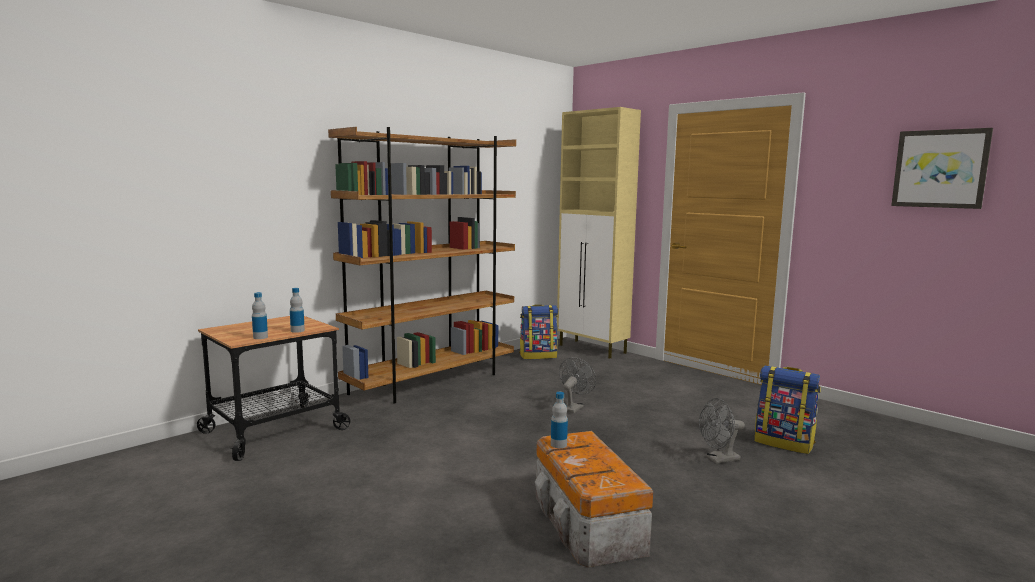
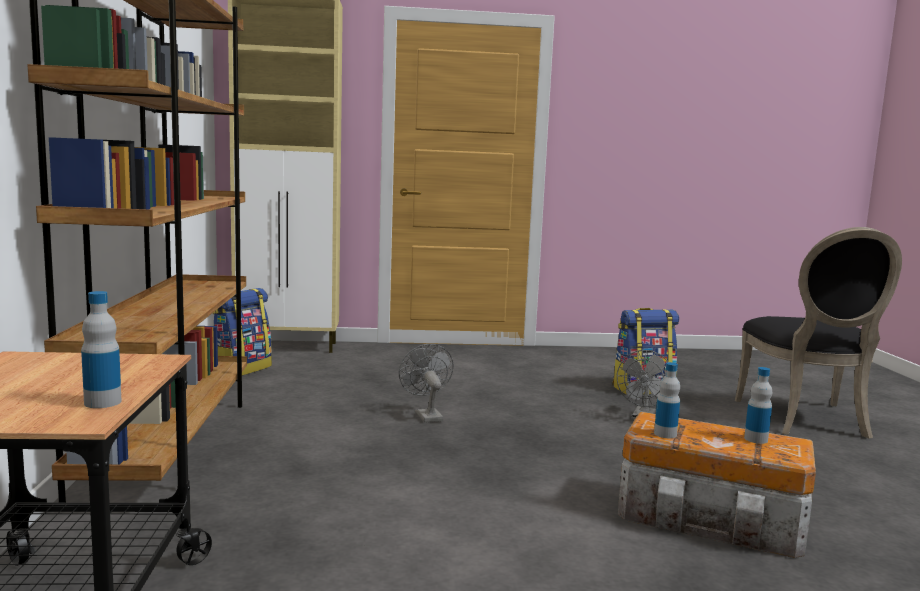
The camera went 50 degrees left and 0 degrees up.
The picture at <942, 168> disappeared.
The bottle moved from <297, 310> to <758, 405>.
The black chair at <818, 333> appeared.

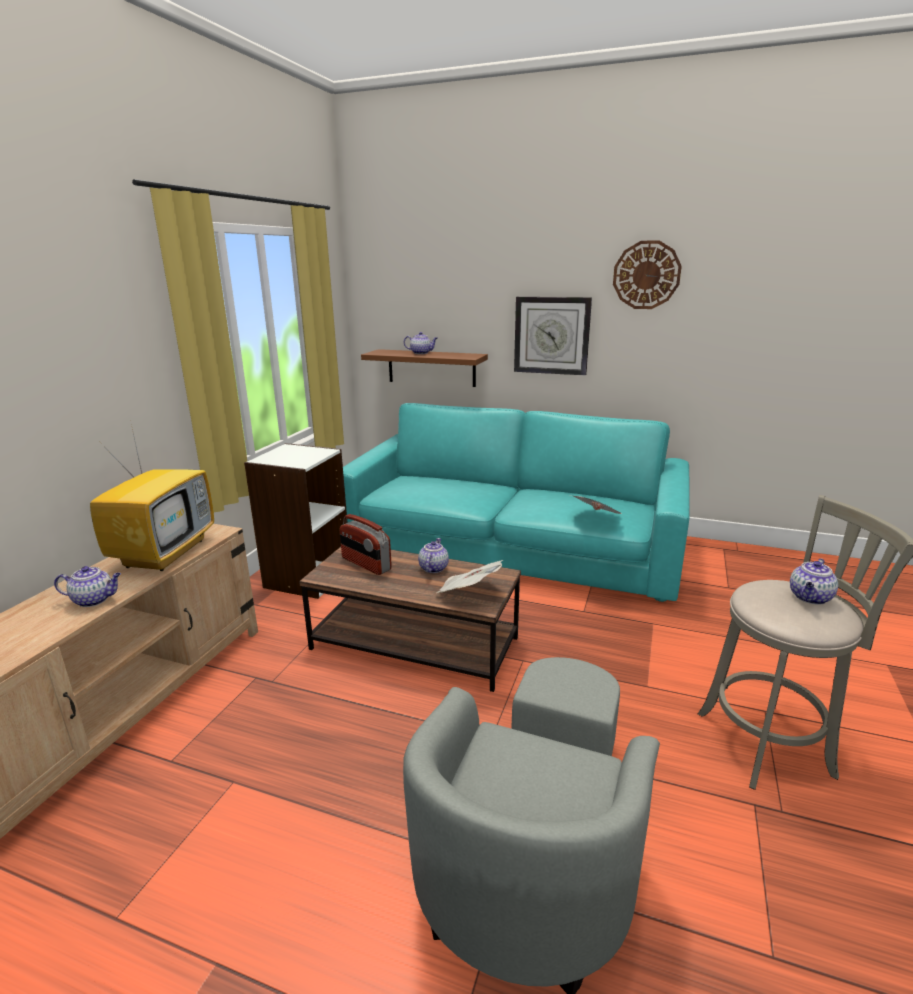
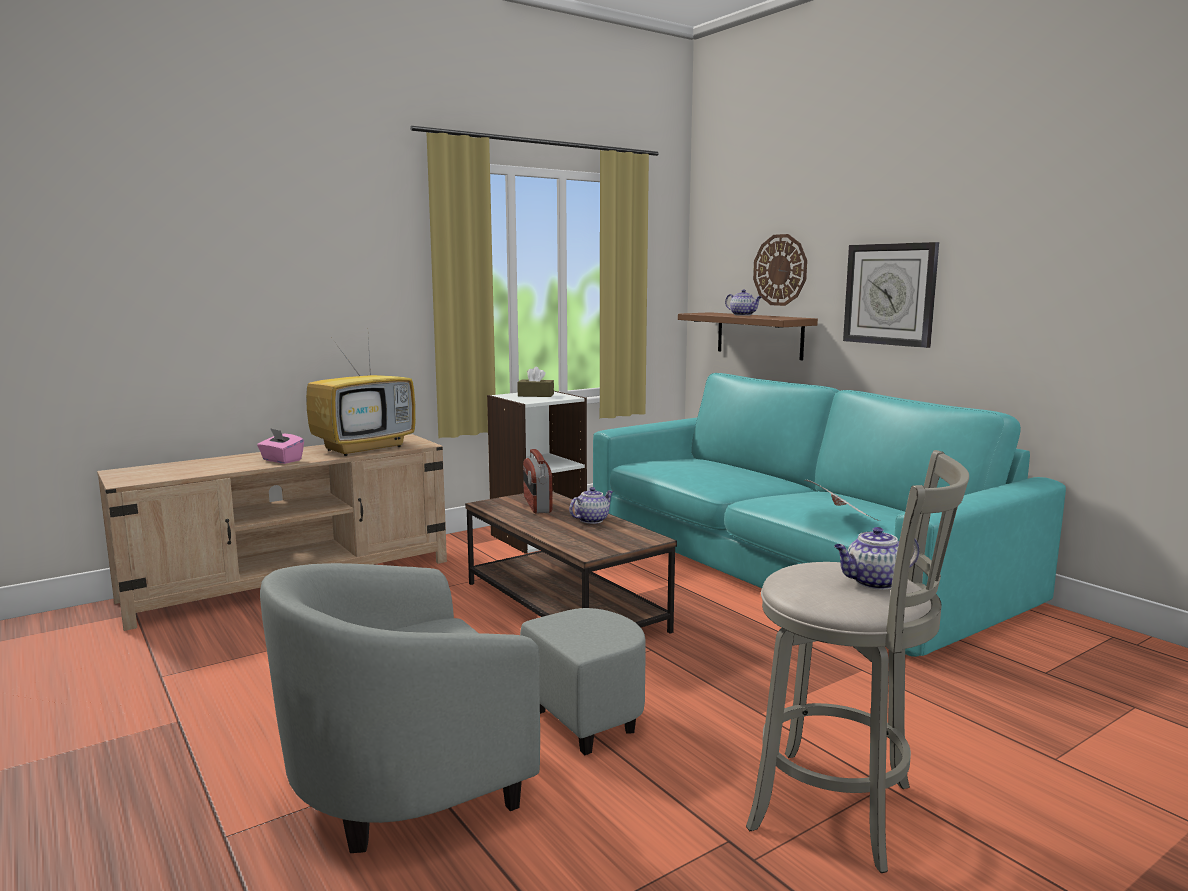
The camera went 35 degrees right and 10 degrees down.
The wall clock moved from <647, 274> to <780, 270>.
The newspaper at <469, 576> disappeared.
The teapot at <87, 586> was replaced by the pink tissue box at <280, 446>.
The brown tissue box at <535, 382> appeared.

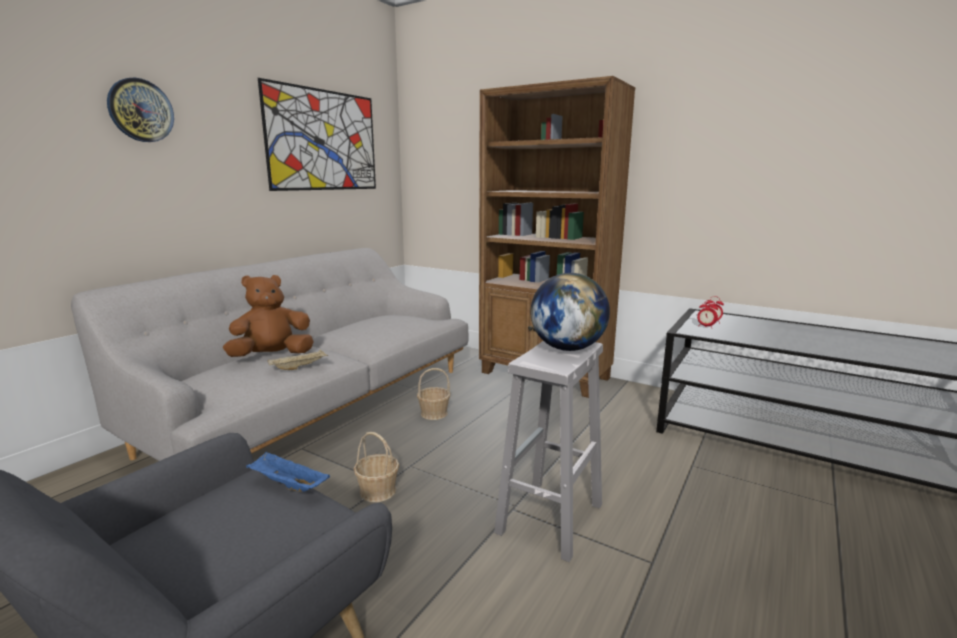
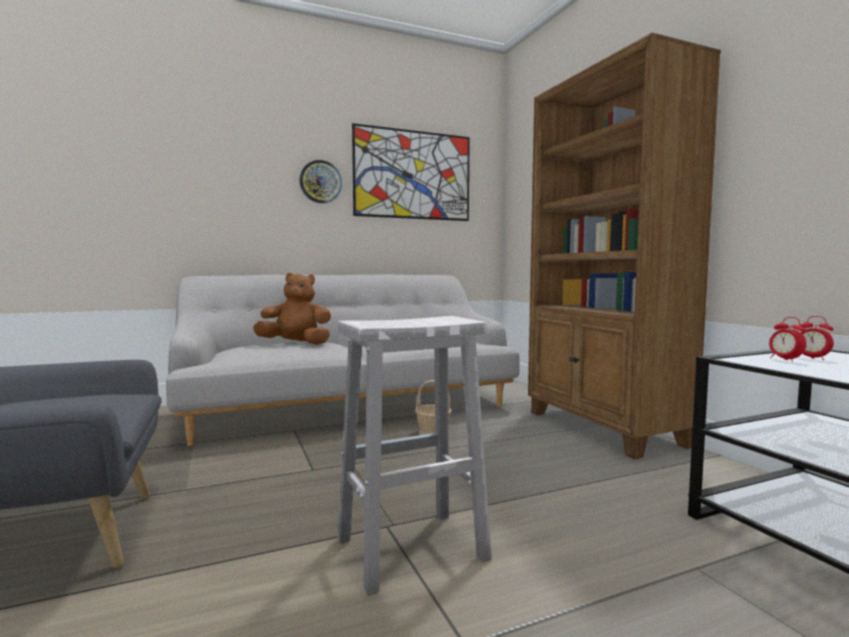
The camera went 35 degrees right and 10 degrees down.
The wall clock moved from <140, 110> to <320, 181>.
The globe at <570, 312> disappeared.
The beige tray at <297, 359> disappeared.
The basket at <376, 467> disappeared.
The blue tray at <288, 472> disappeared.

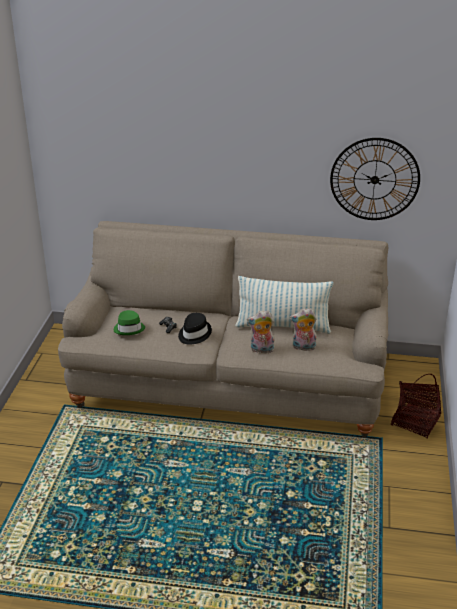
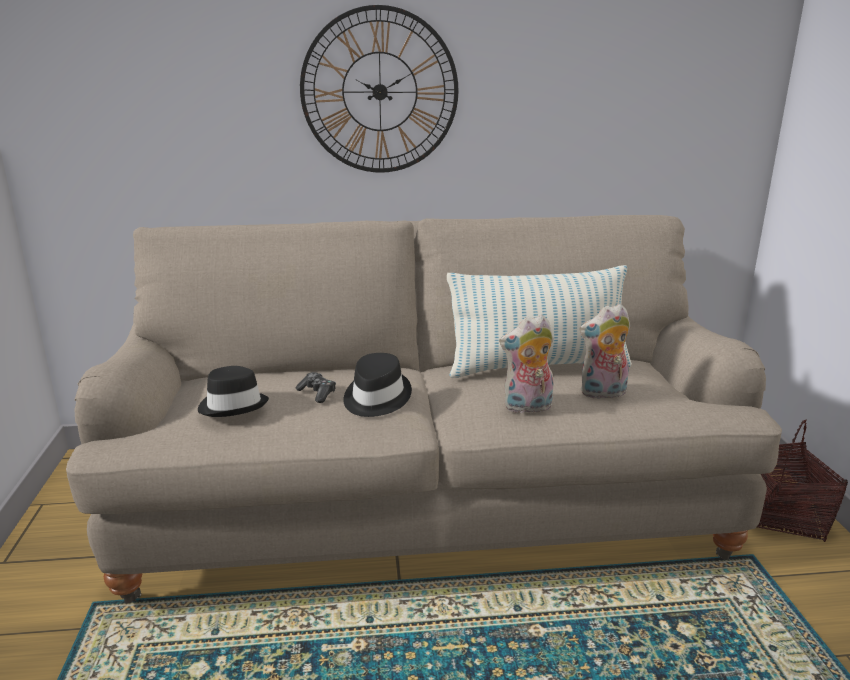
The camera went 15 degrees left and 10 degrees down.
The wall clock moved from <375, 179> to <379, 89>.
The green hat at <129, 322> became the black hat at <233, 391>.

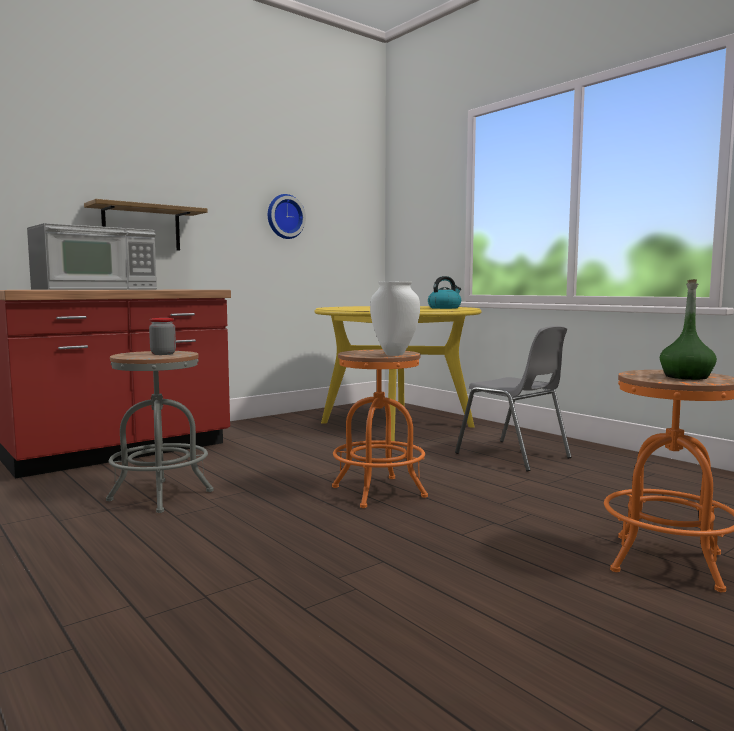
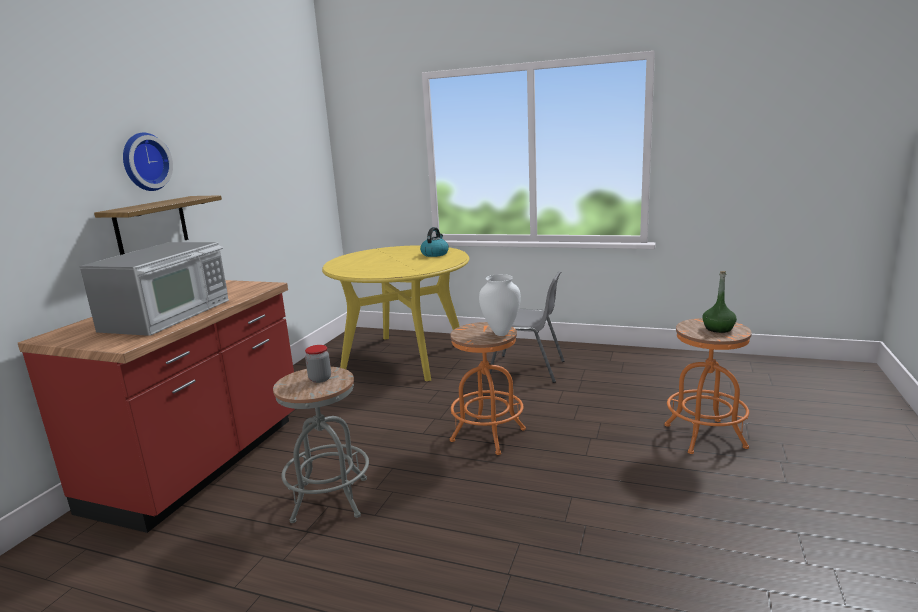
The camera went 30 degrees left and 10 degrees up.
The wall clock moved from <287, 216> to <148, 162>.

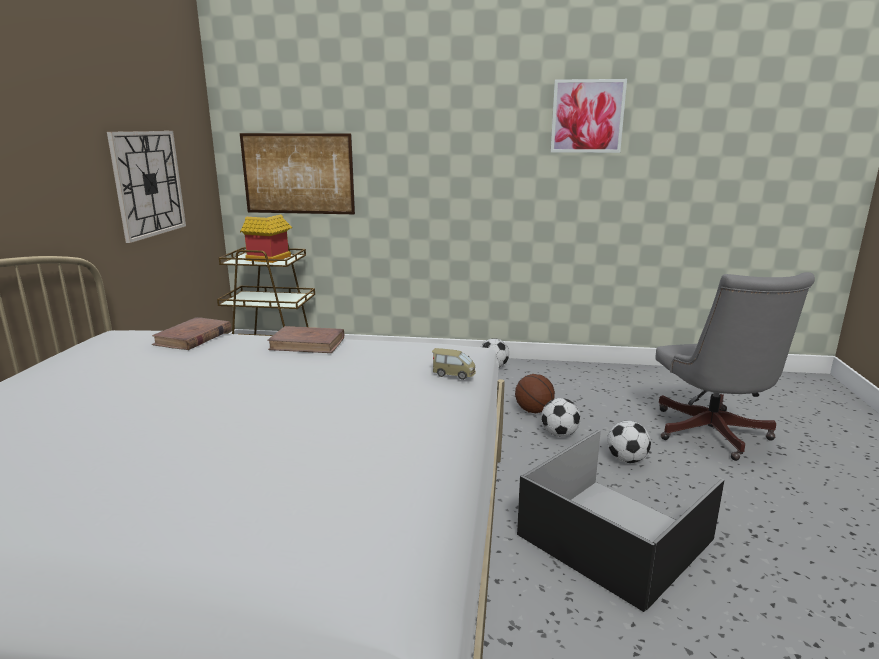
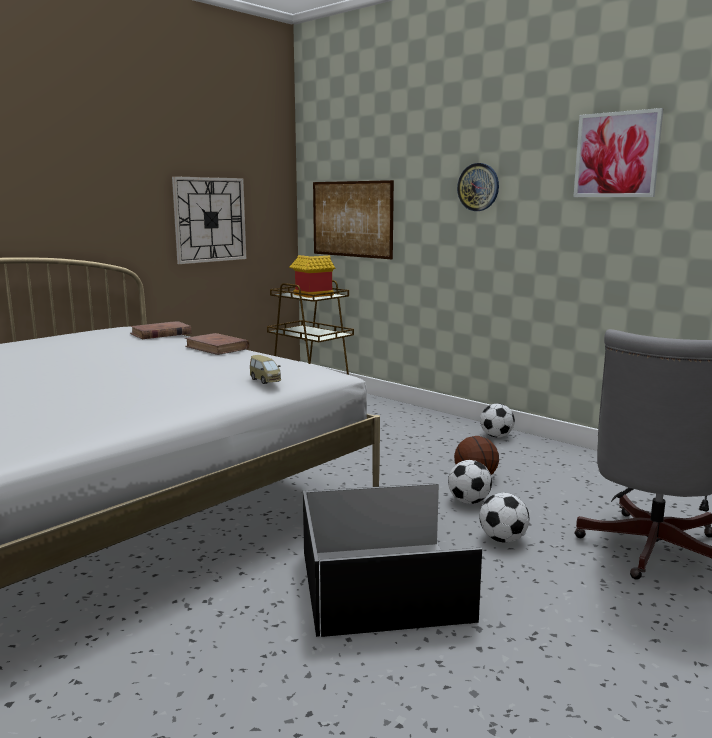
The camera went 35 degrees right and 5 degrees down.
The wall clock at <478, 187> appeared.

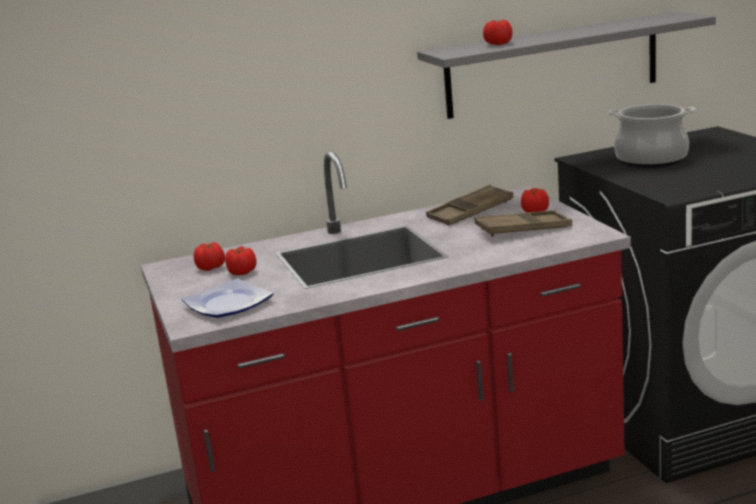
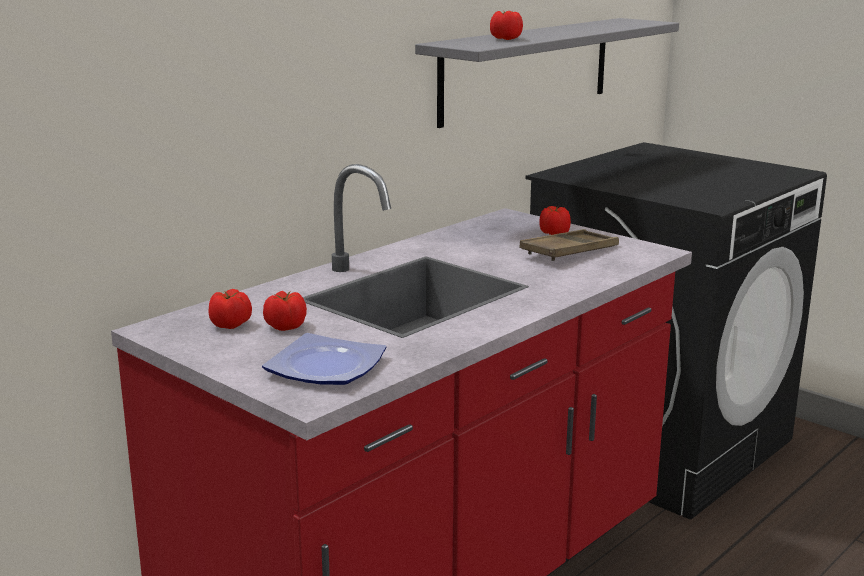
The camera went 30 degrees left and 0 degrees up.
The cooking pot at <652, 136> disappeared.
The brown tray at <469, 205> disappeared.

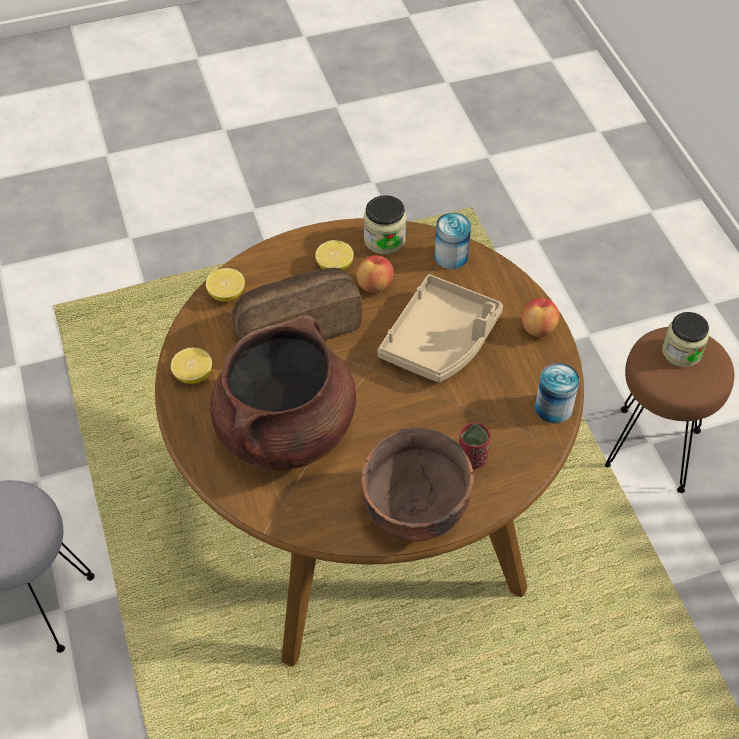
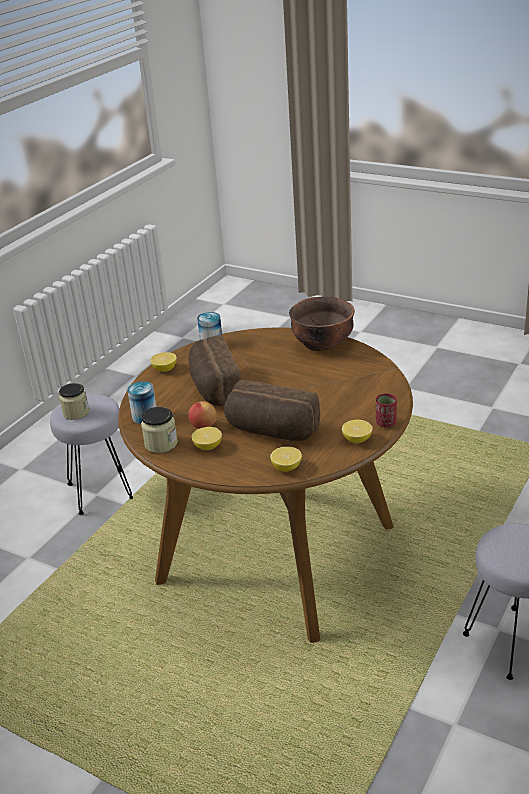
The camera went 130 degrees left and 20 degrees down.
The beige tray at <440, 328> was replaced by the bread at <215, 370>.
The apple at <541, 317> was replaced by the lemon at <163, 362>.
The brown cooking pot at <283, 393> disappeared.
The brown stool at <669, 410> became the grey stool at <91, 454>.
The red cup moved from <474, 445> to <386, 410>.

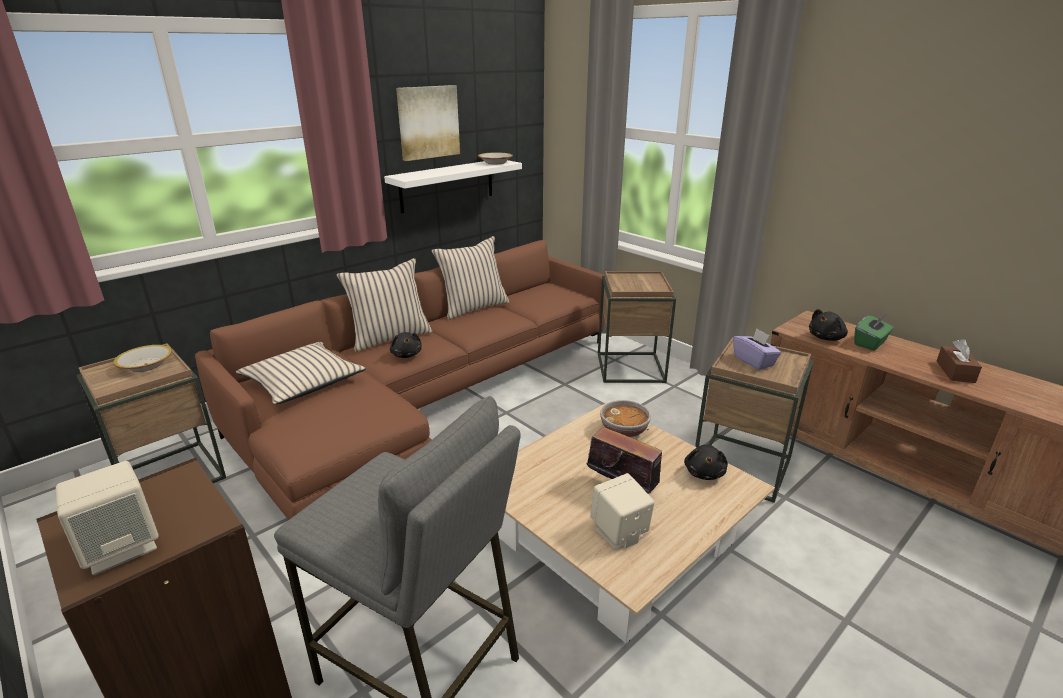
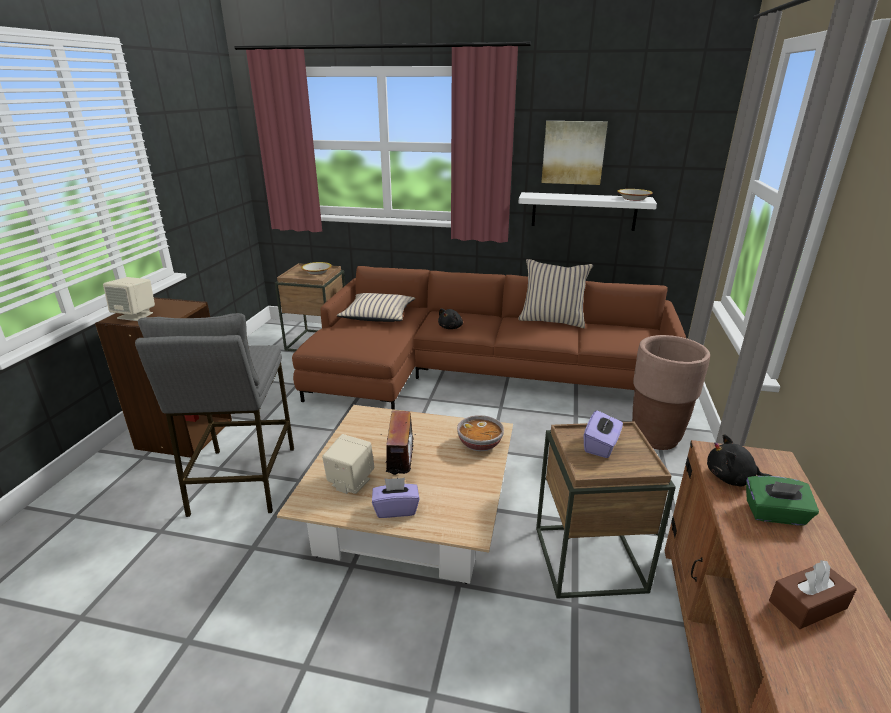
The camera went 55 degrees right and 0 degrees up.
The beige pillow at <384, 305> disappeared.
The brown side table at <637, 327> was replaced by the brown planter at <671, 392>.
The black plush toy at <706, 462> disappeared.
The purple tissue box at <395, 498> appeared.

